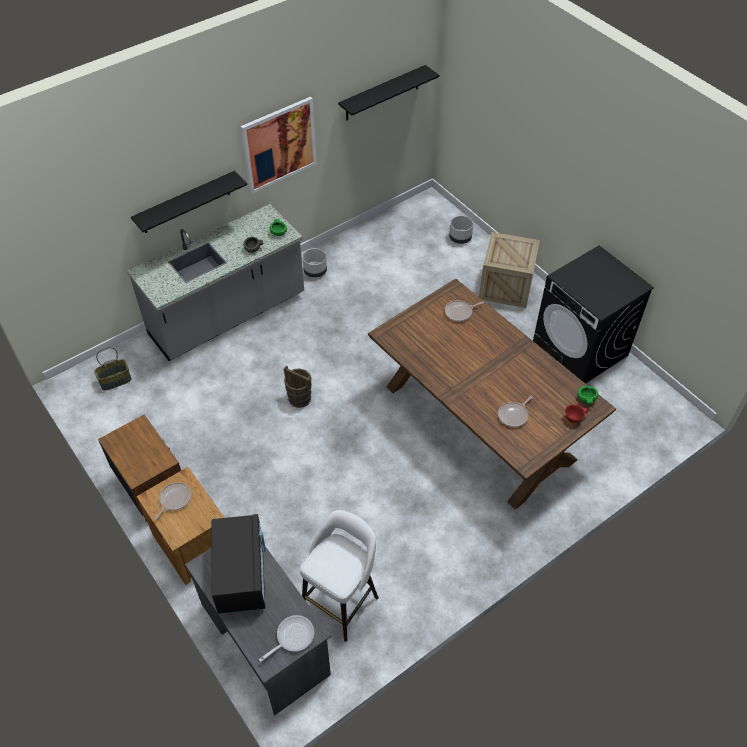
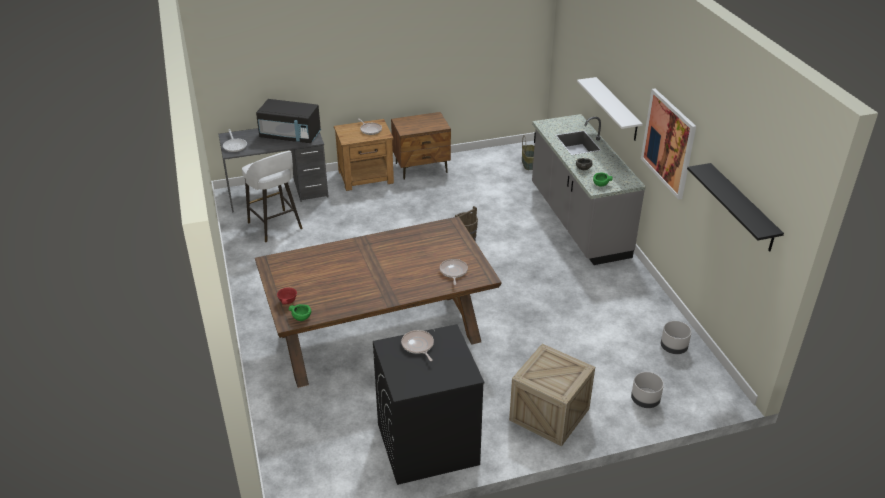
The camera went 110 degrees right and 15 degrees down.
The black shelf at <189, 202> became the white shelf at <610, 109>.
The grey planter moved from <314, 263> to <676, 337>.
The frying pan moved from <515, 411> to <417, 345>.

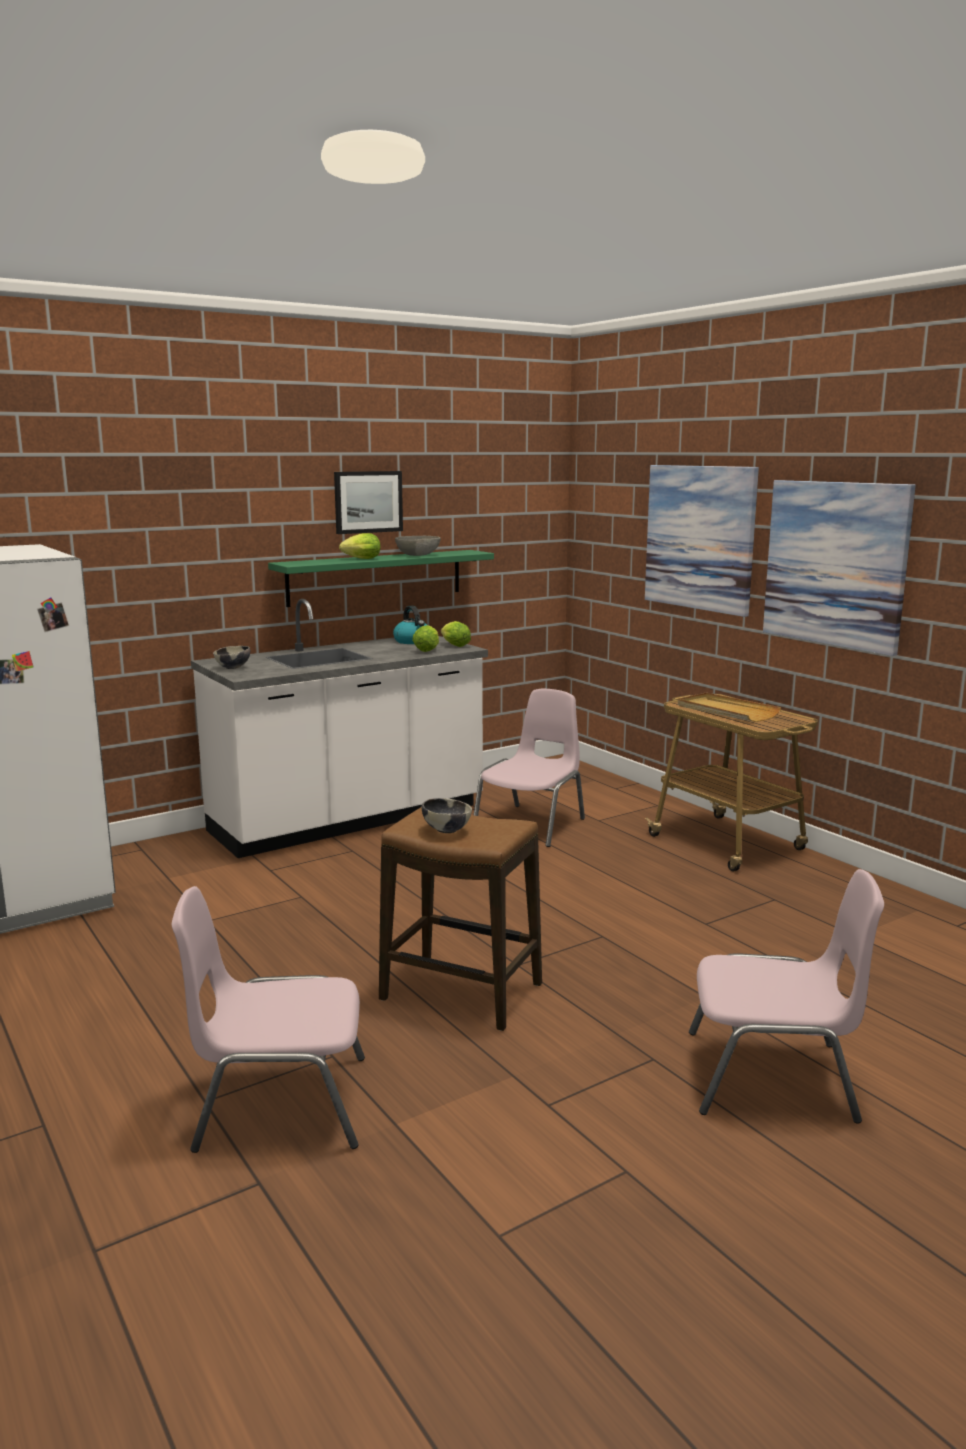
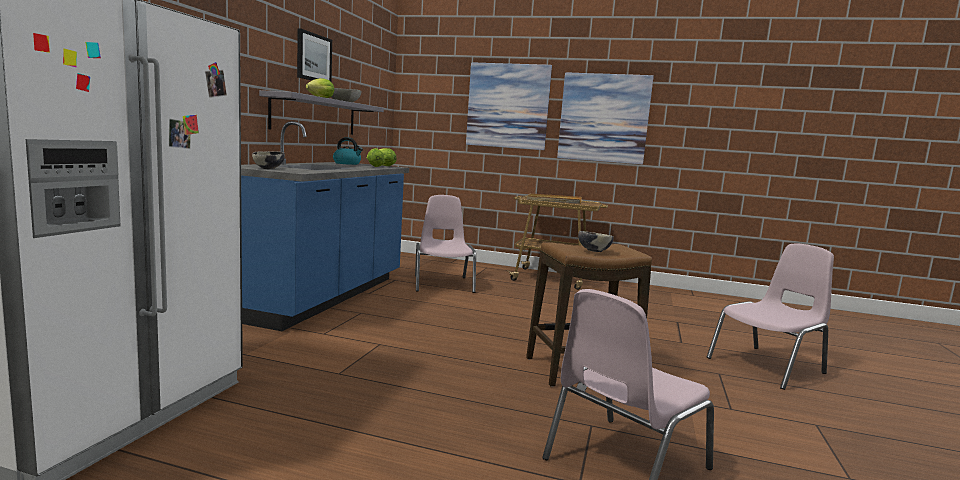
The camera went 40 degrees left and 5 degrees down.
The green shelf at <381, 578> became the grey shelf at <321, 112>.
The white counter at <339, 728> became the blue counter at <325, 226>.

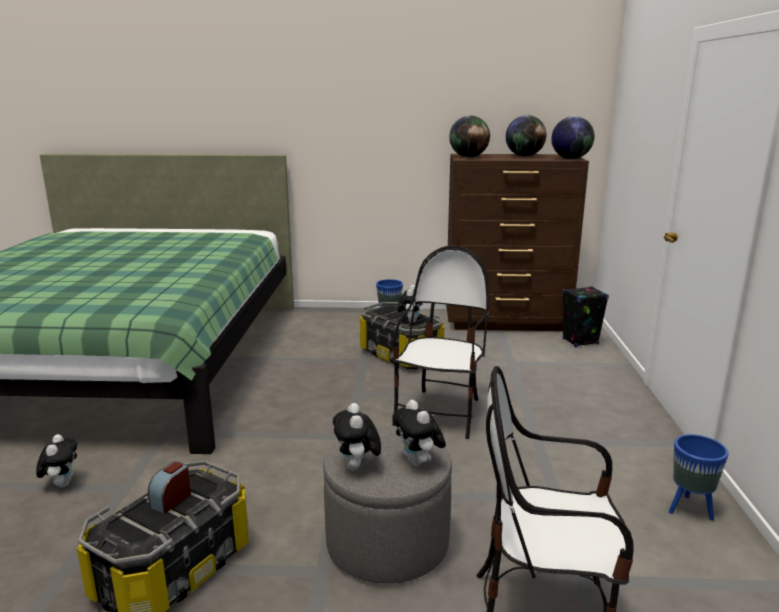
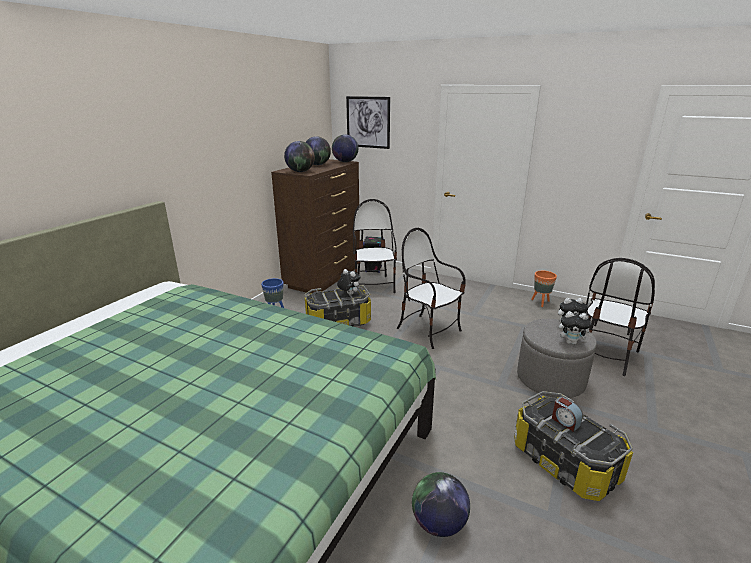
The camera went 65 degrees left and 5 degrees up.
The plush toy at <56, 460> was replaced by the globe at <441, 504>.
The blue planter at <699, 477> became the orange planter at <544, 289>.
The picture at <368, 122> appeared.
The chair at <375, 246> appeared.

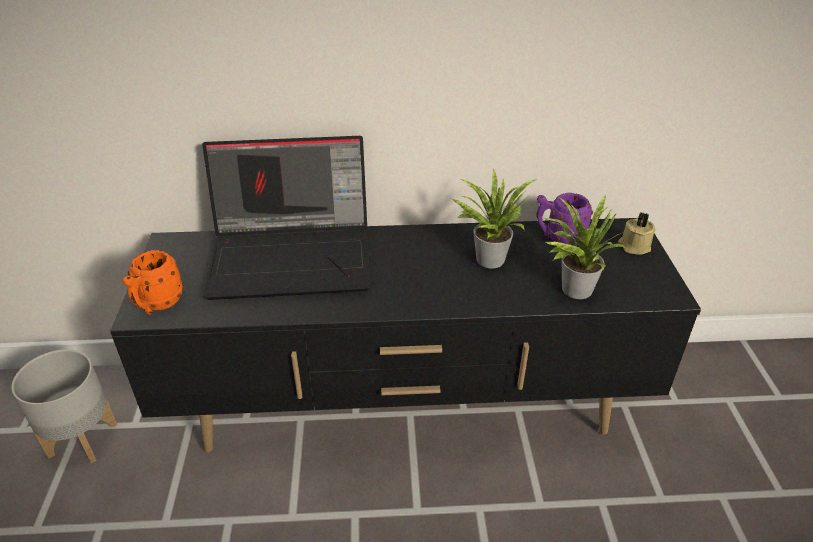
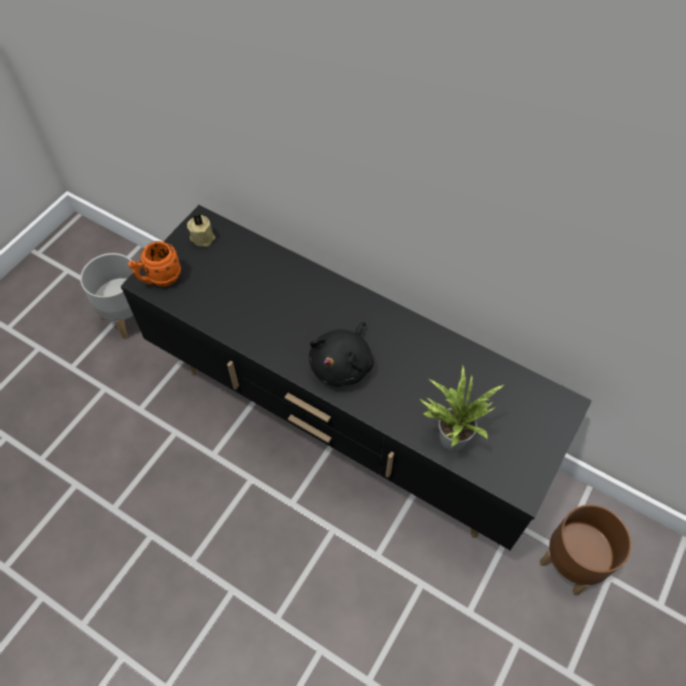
The camera went 35 degrees right and 20 degrees up.
The laptop at <286, 218> disappeared.
The potted plant at <494, 218> disappeared.
The purple mug at <564, 219> disappeared.
The beige candle moved from <637, 234> to <201, 230>.
The black plush toy at <341, 354> appeared.
The brown planter at <585, 550> appeared.

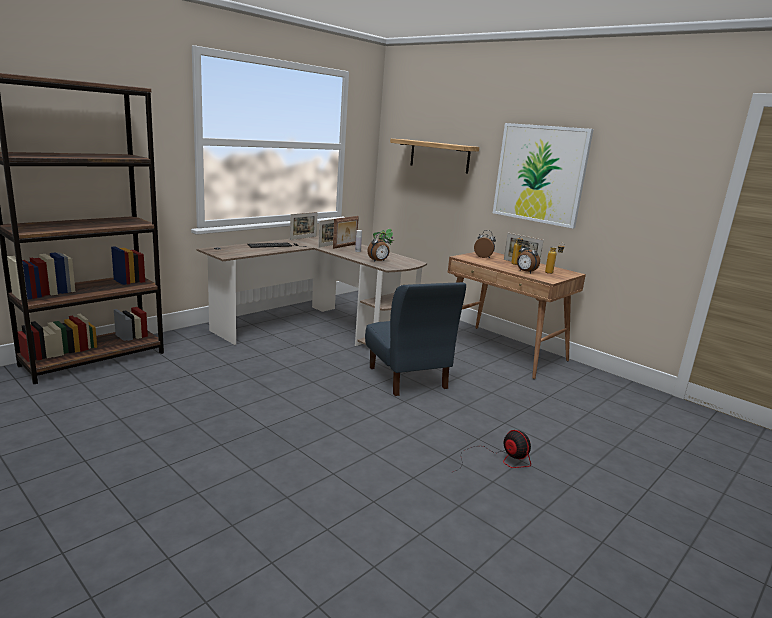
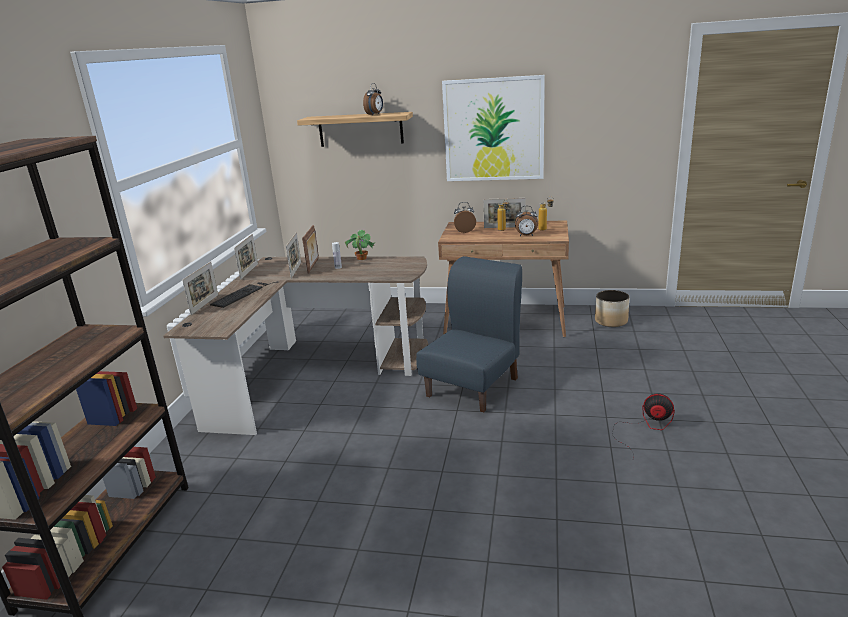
The camera went 30 degrees left and 5 degrees up.
The alarm clock moved from <379, 247> to <373, 99>.
The blue chair at <415, 339> turned 90 degrees counterclockwise.
The picture frame at <200, 288> appeared.
The planter at <612, 308> appeared.

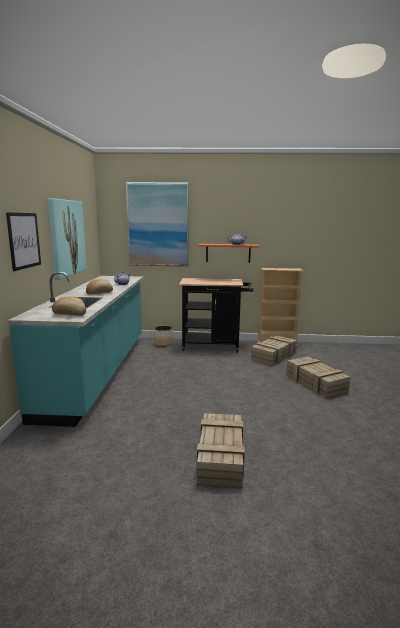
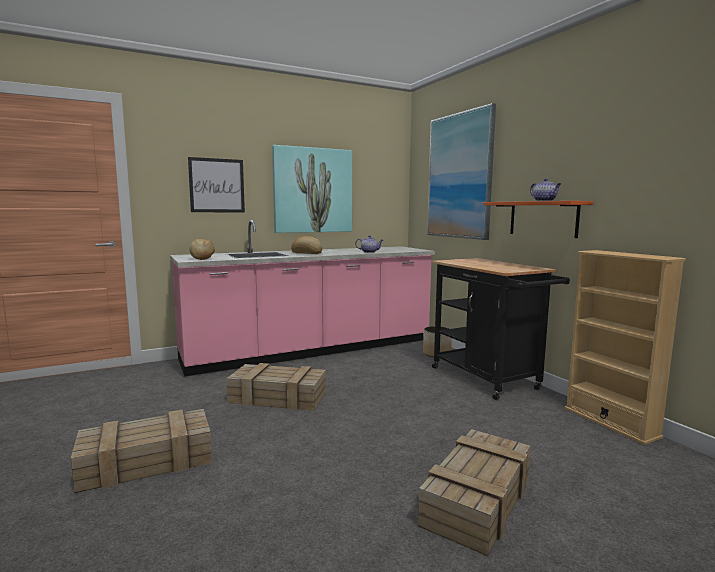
The camera went 60 degrees right and 5 degrees down.
The turquoise counter at <75, 349> became the pink counter at <302, 298>.
The crate moved from <274, 350> to <276, 387>.

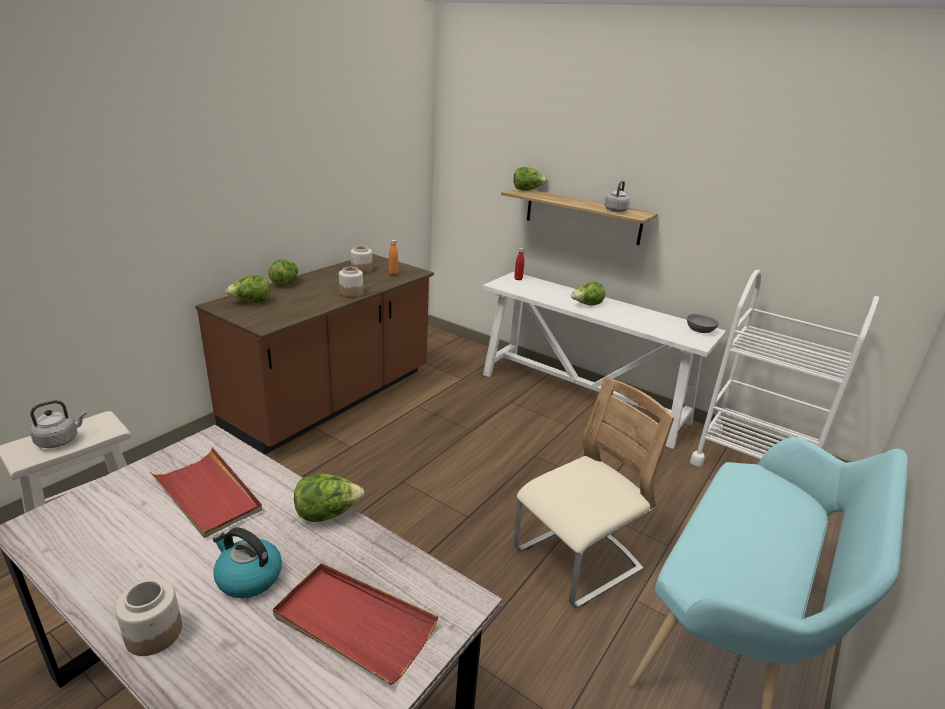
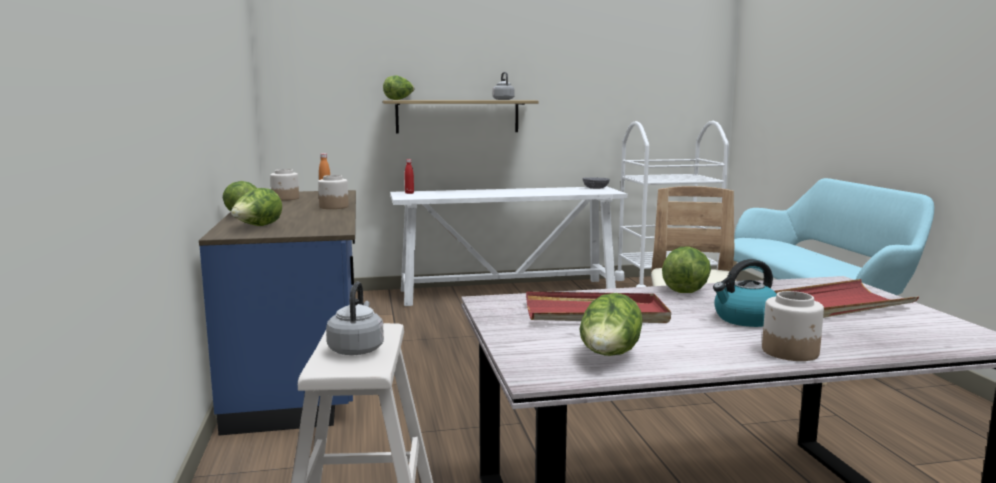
The camera went 45 degrees left and 15 degrees down.
The brown counter at <314, 354> became the blue counter at <277, 313>.
The lettuce moved from <588, 294> to <611, 324>.

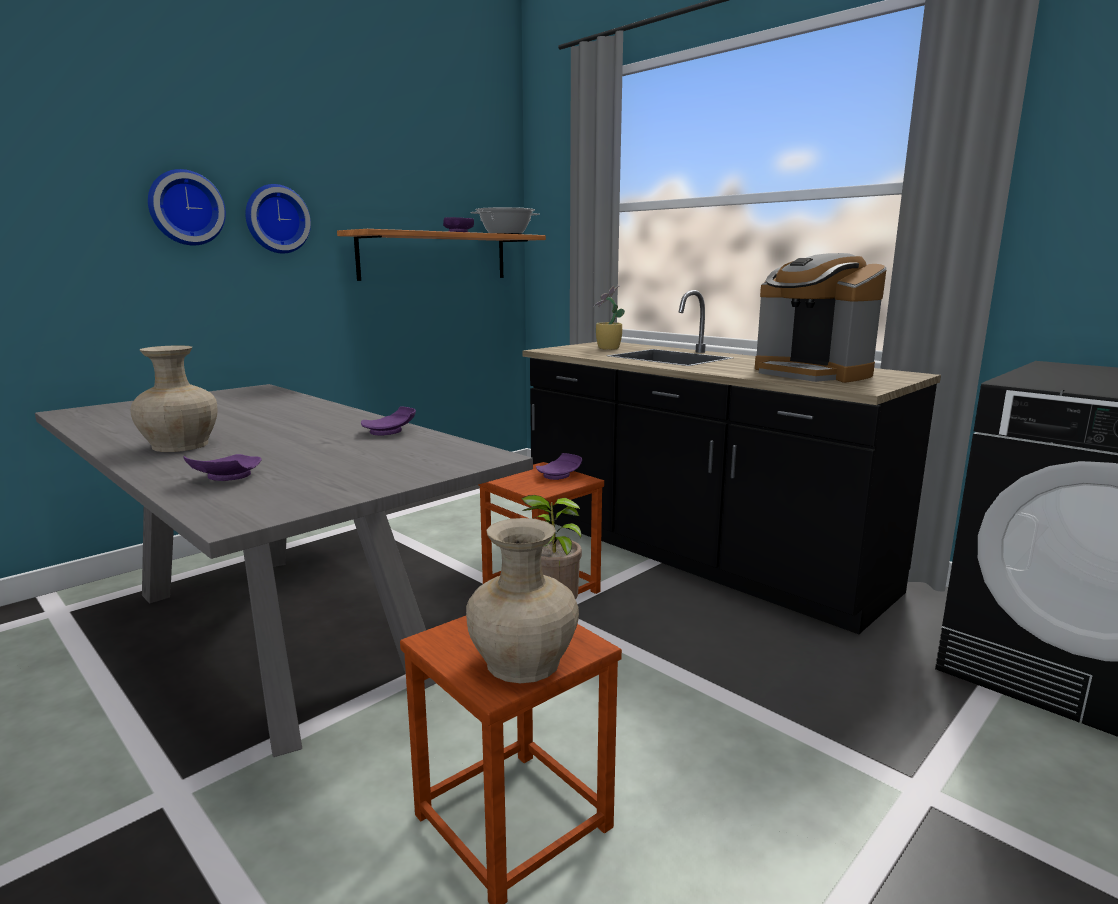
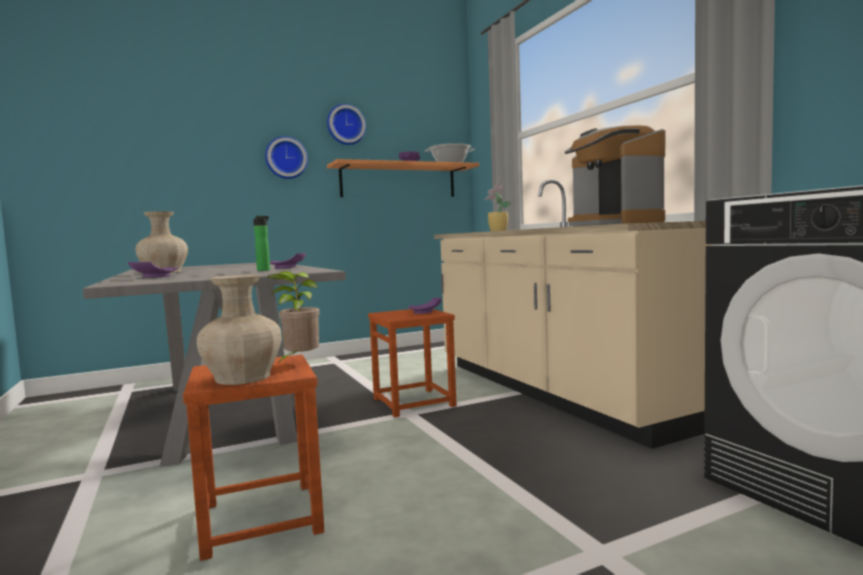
The camera went 20 degrees right and 10 degrees down.
The wall clock moved from <187, 207> to <346, 124>.
The black counter at <731, 462> became the beige counter at <573, 314>.
The bottle at <261, 243> appeared.

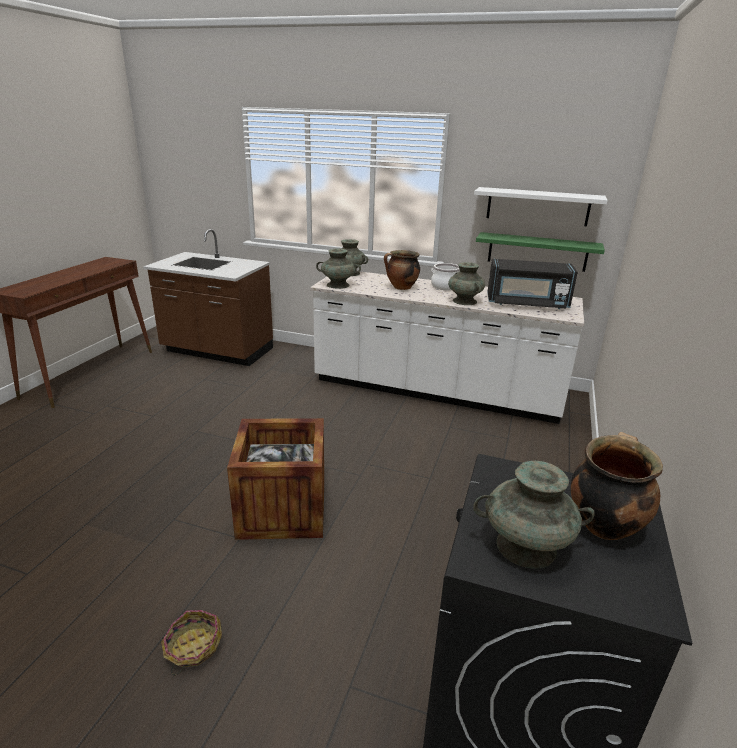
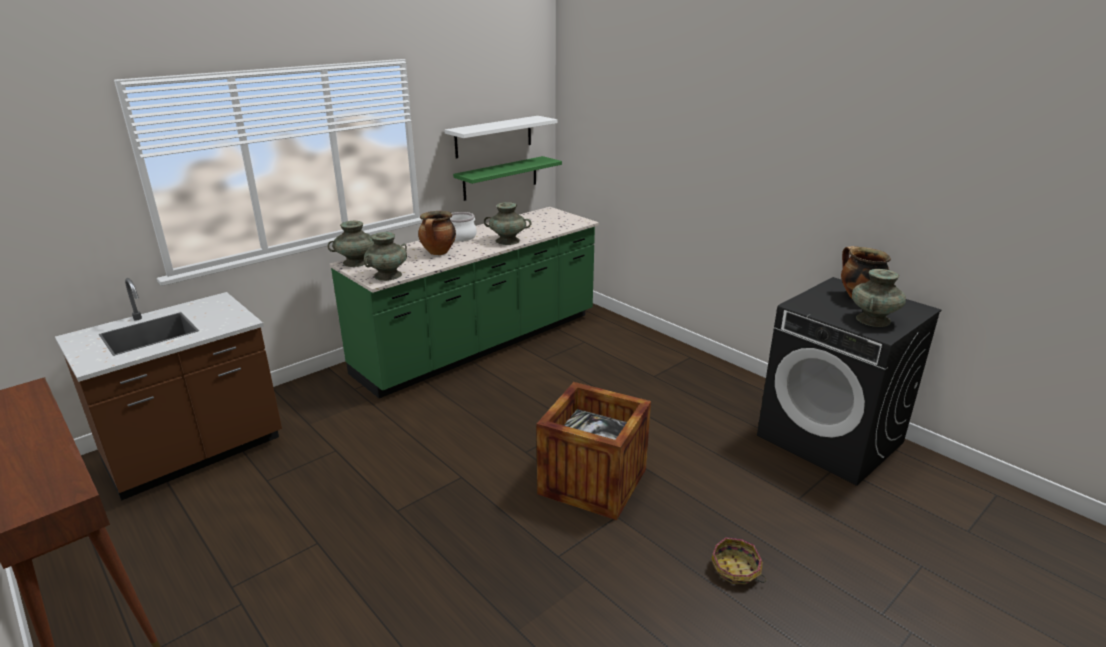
The camera went 60 degrees left and 0 degrees up.
The black microwave at <532, 284> disappeared.
The white counter at <447, 348> became the green counter at <464, 302>.

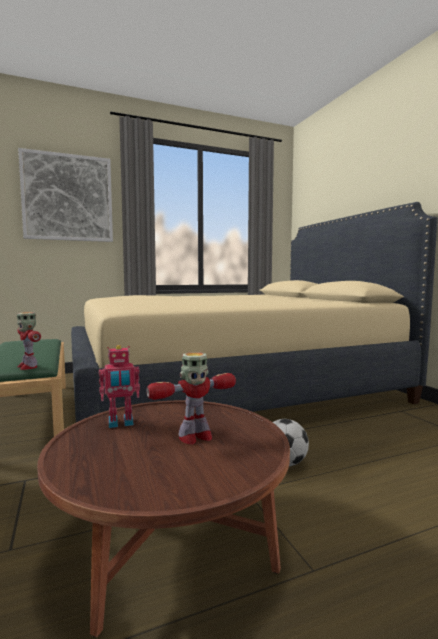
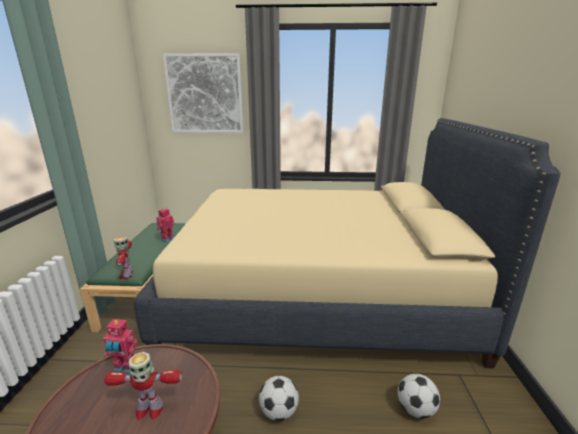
The camera went 25 degrees right and 15 degrees up.
The toy robot at <165, 225> appeared.
The football at <419, 396> appeared.

